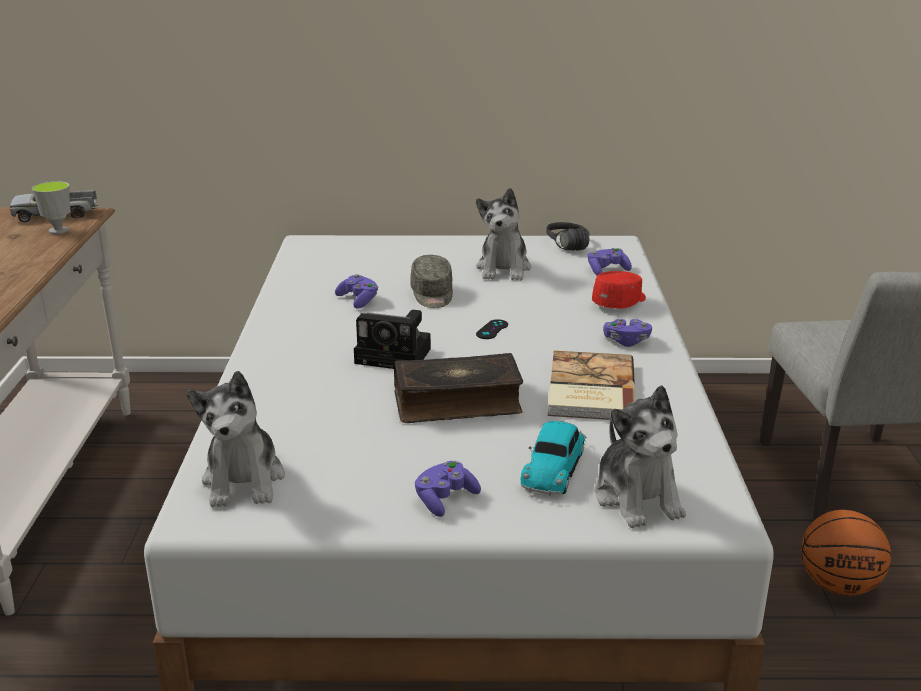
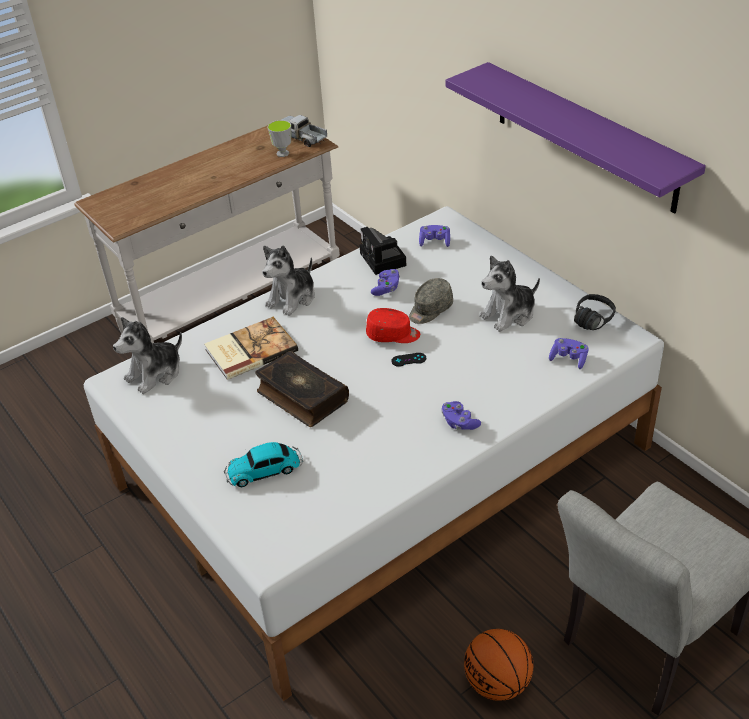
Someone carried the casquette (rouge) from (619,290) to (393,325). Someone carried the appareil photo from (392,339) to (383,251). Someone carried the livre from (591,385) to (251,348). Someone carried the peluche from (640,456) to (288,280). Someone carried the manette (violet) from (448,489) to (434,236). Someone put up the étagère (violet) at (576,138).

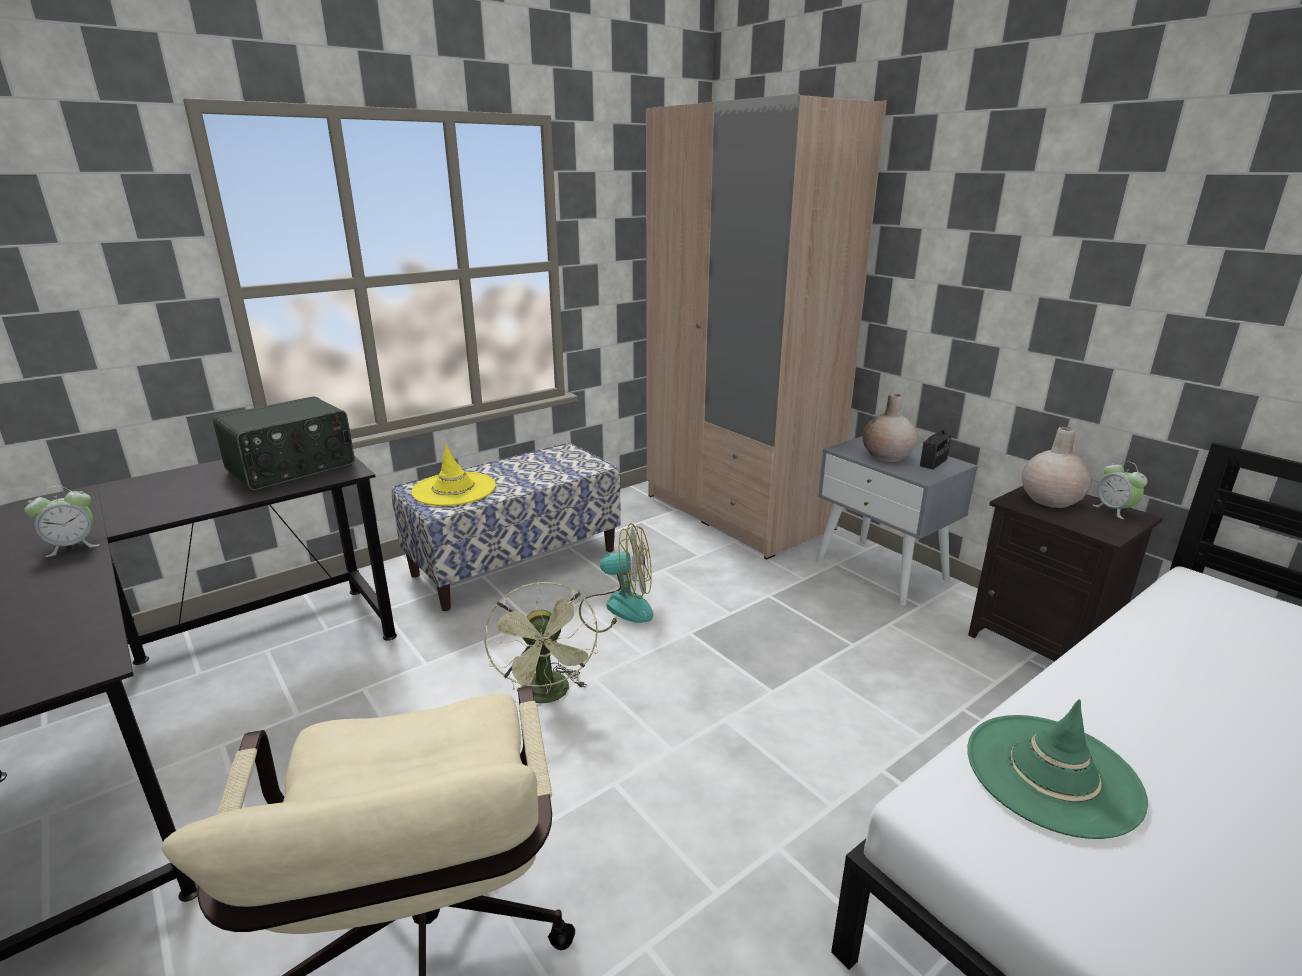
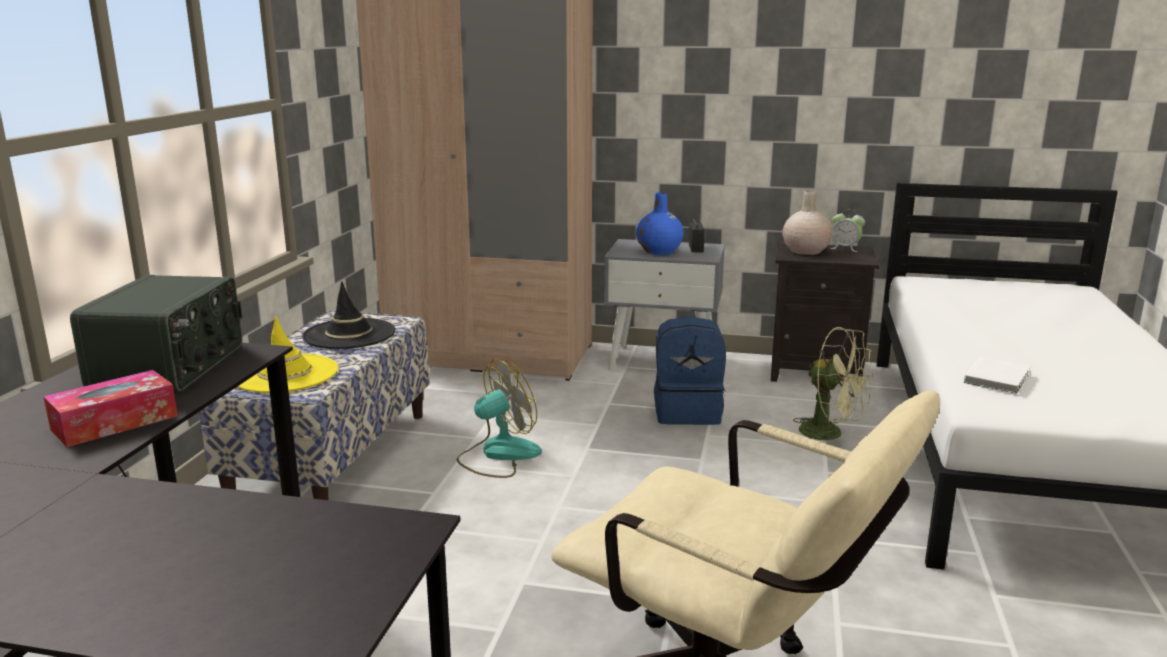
Someone repainted the vase (beige) at (889,427), which became the vase (bleu) at (660,223). Someone took away the réveil at (62,521). Someone carried the ventilateur (vert) from (541,642) to (833,383). Someone swapped the chapeau (vert) at (1057,769) for the livre (blanc) at (997,375). Someone put down the chapeau (noir) at (348,315). Someone put down the sac à dos (bleu) at (690,370). Someone put down the boîte à mouchoirs at (110,408).

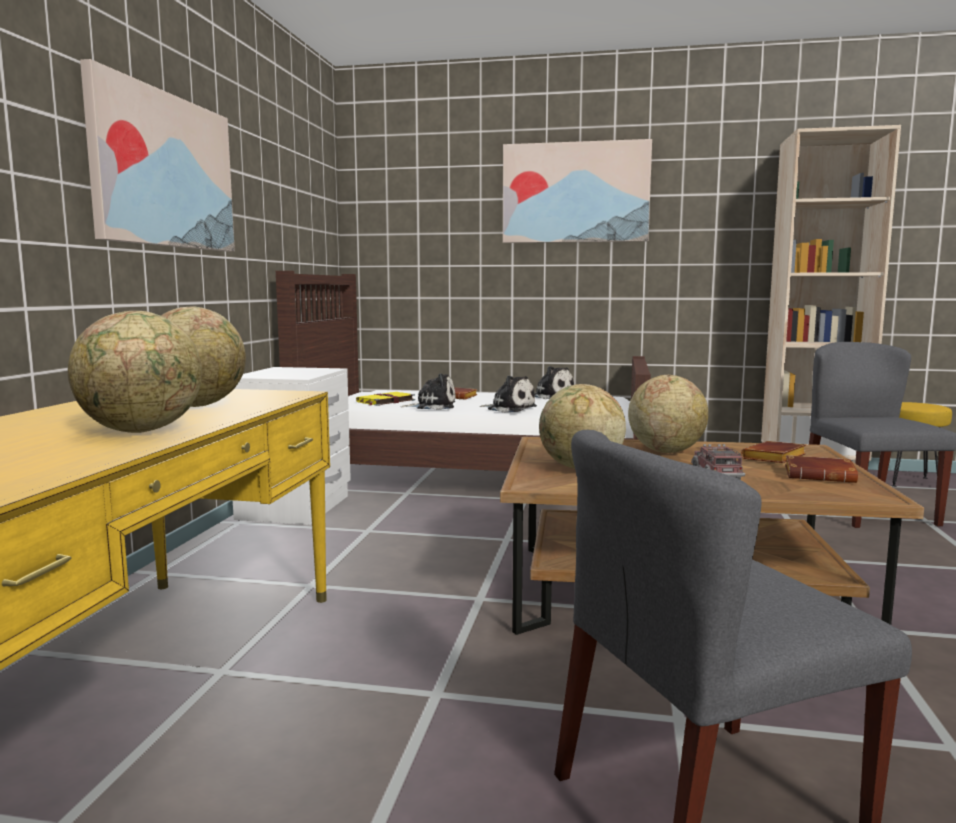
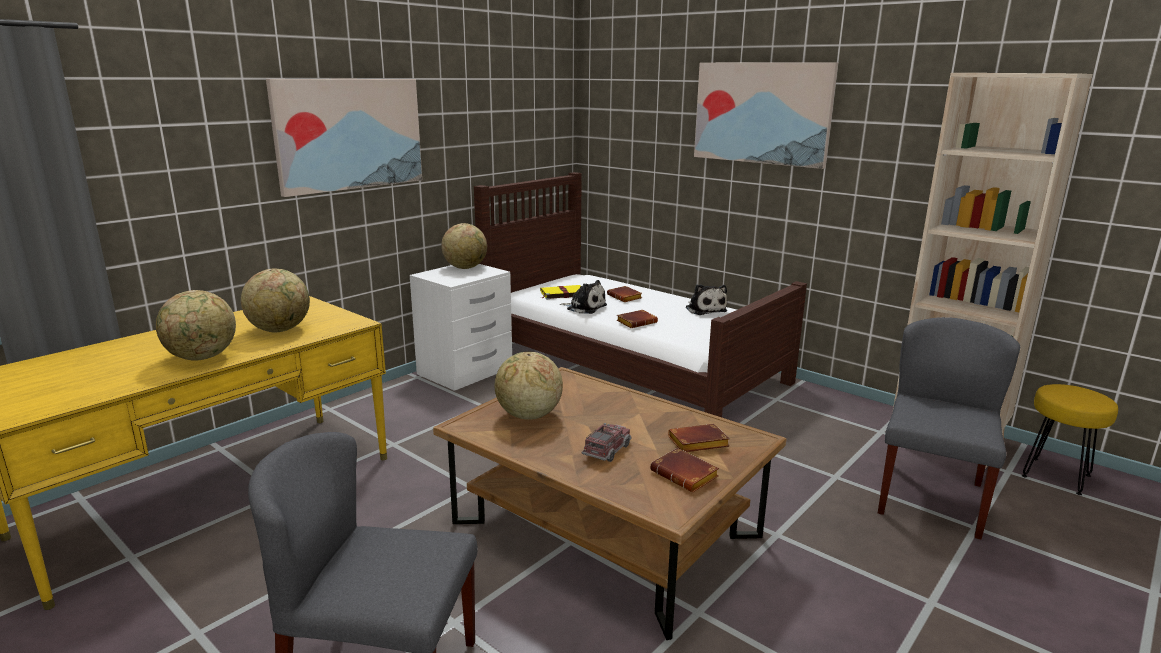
Someone swapped the peluche at (508,393) for the livre (marron) at (637,319). Someone carried the globe from (668,414) to (464,246).

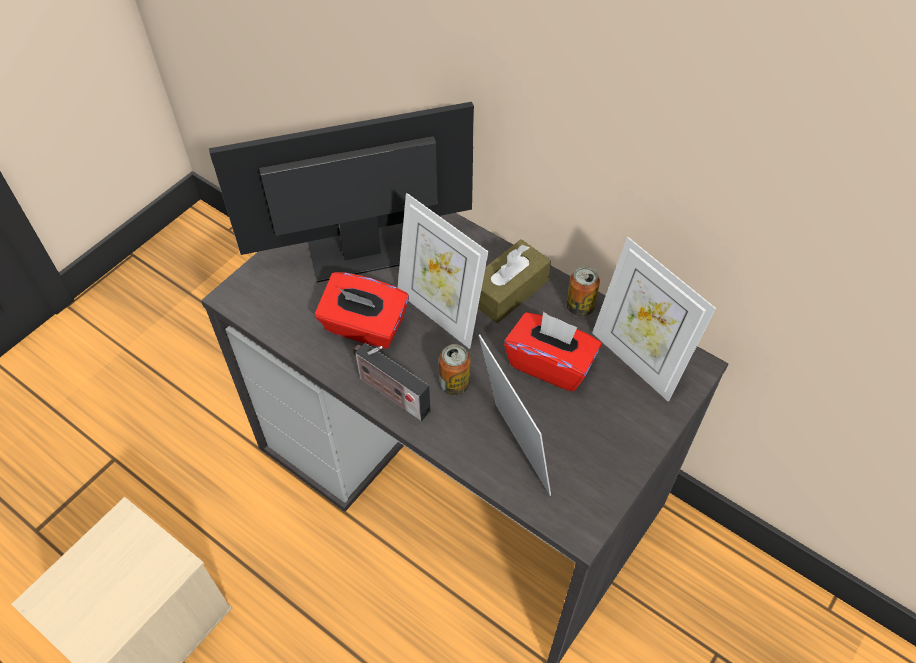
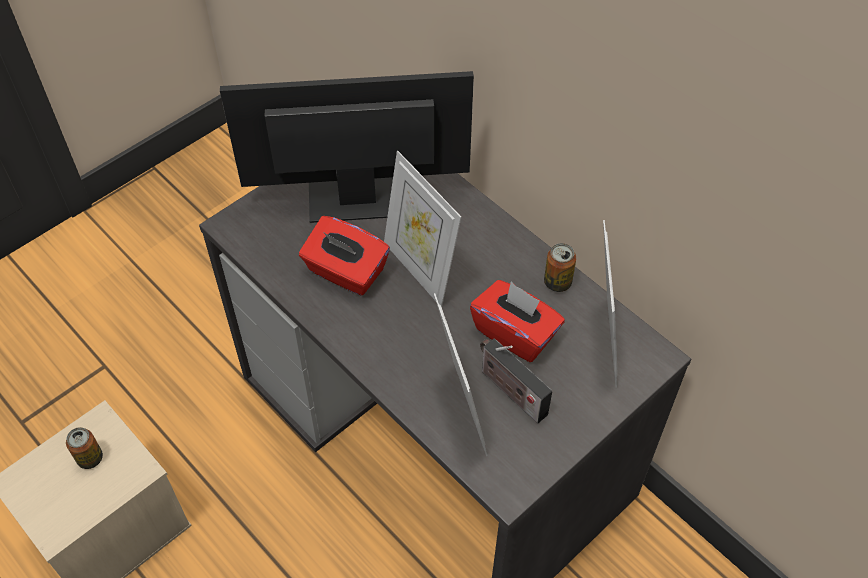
Someone rotated the cadre photo at (654,319) by 150 degrees counterclockwise. Someone took away the boîte à mouchoirs (marron) at (514,281). Someone carried the radio from (391,382) to (516,381). Someone carried the boîte métallique from (455,369) to (84,448).

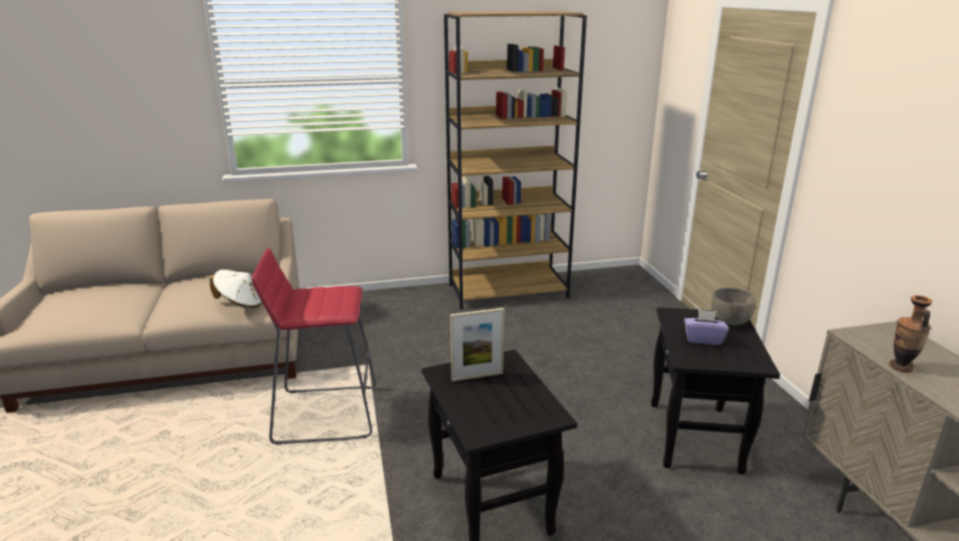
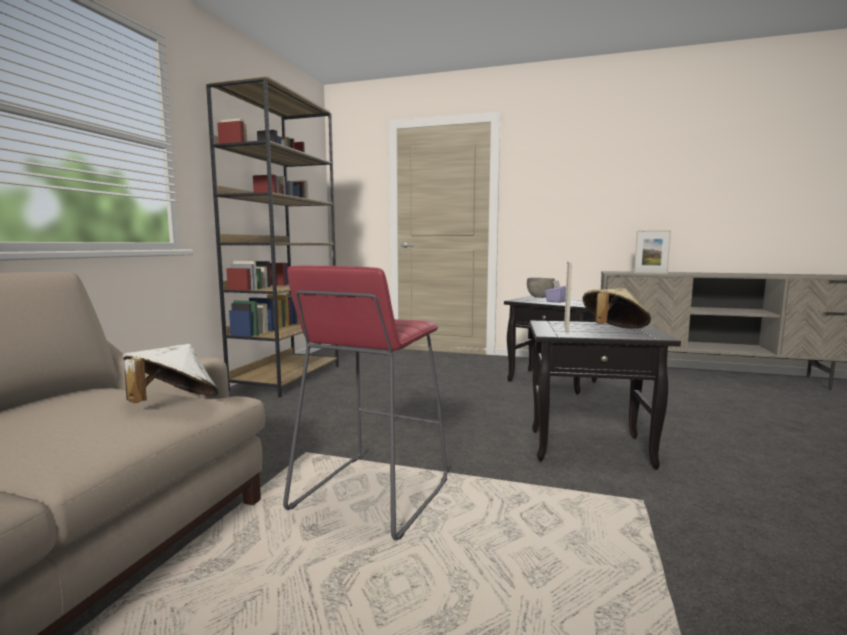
Someone swapped the vase at (911,334) for the cadre photo at (652,252). Someone put down the chapeau (beige) at (616,308).

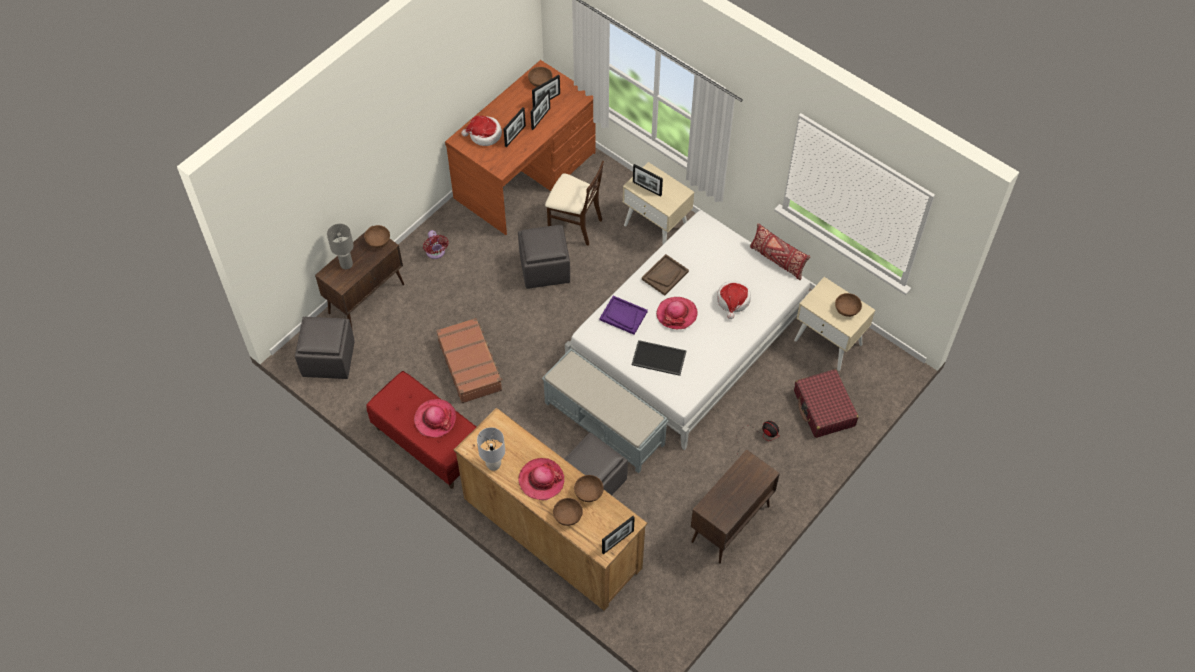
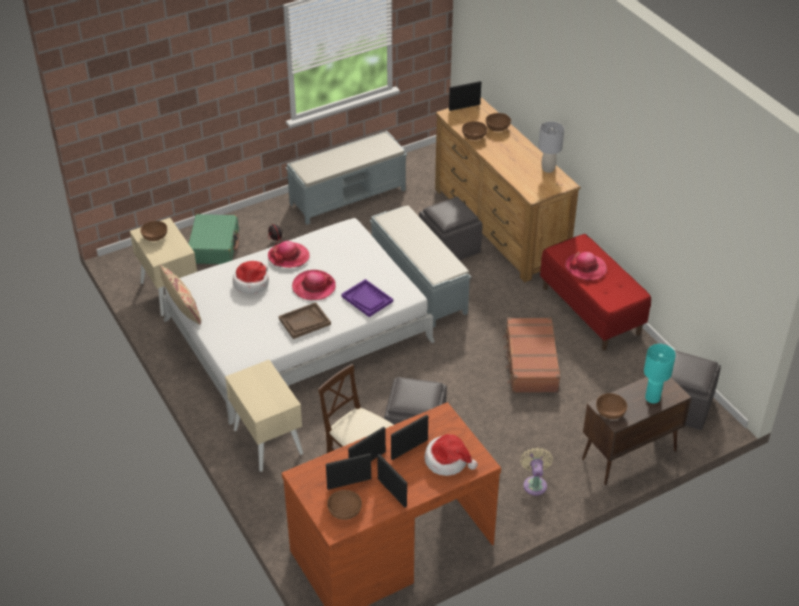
Someone carried the cadre photo from (648,180) to (392,481). Someone repainted the coussin (rouge) at (780,251), which became the coussin (beige) at (180,295). Someone repainted the lampe de table (gris) at (340,246), which became the lampe de table (turquoise) at (660,373). Someone repainted the ventilateur (rouge) at (436,244), which became the ventilateur (beige) at (536,471). Someone took away the plateau at (659,358). Someone repainted the valise (rouge) at (826,403), which became the valise (vert) at (214,239). Someone swapped the meuble de rangement (marron) at (735,507) for the banc (gris) at (346,178). Someone carried the chapeau from (541,479) to (289,254).

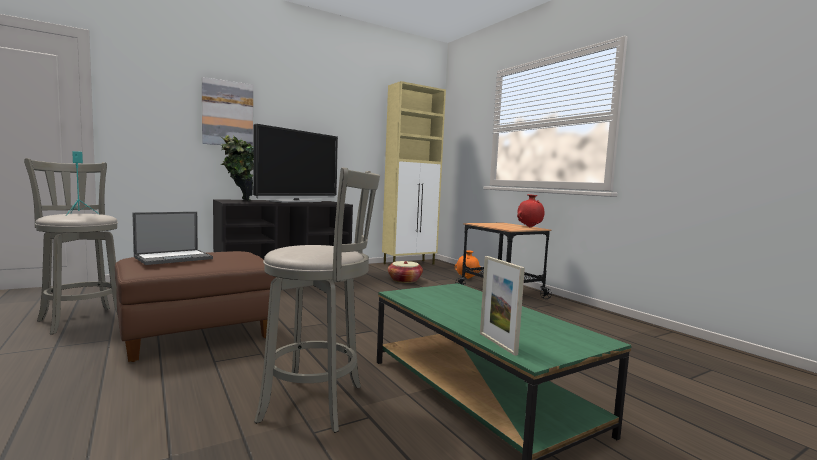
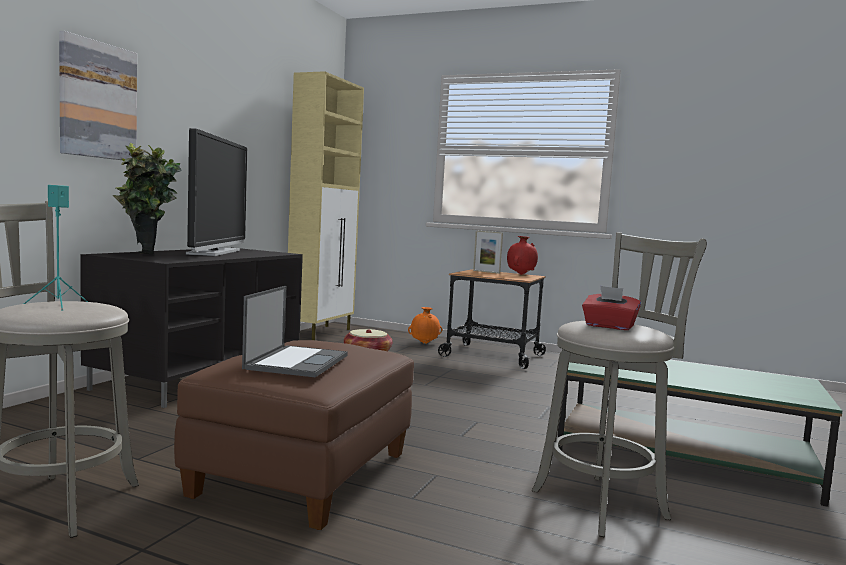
Someone carried the cadre photo from (502,306) to (488,252). Someone put down the boîte à mouchoirs (rouge) at (611,308).

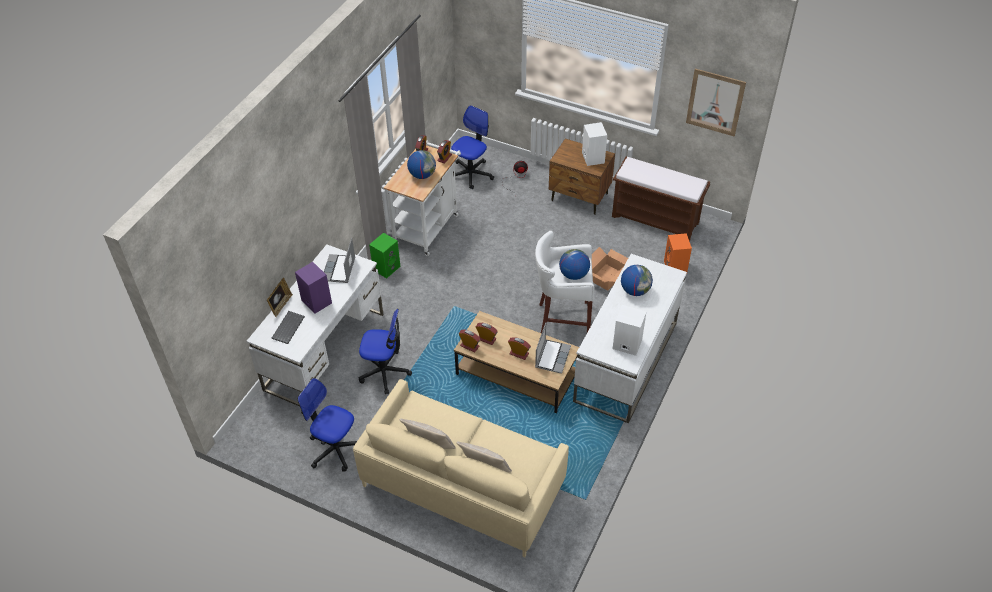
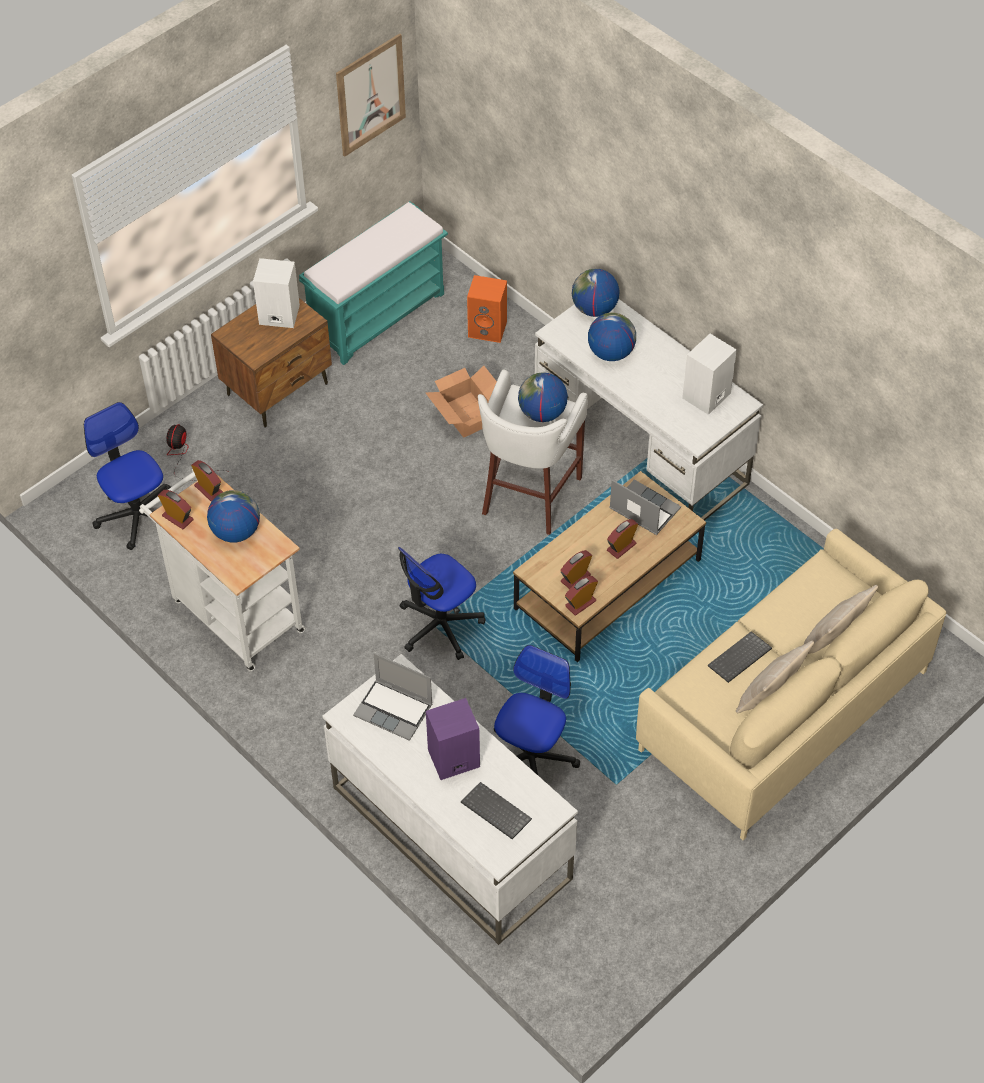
Someone repainted the banc (marron) at (661,199), which became the banc (turquoise) at (373,283). Someone took away the enceinte (vert) at (384,255). Someone took away the cadre photo at (280,297). Someone carried the chaise de bureau from (327,425) to (441,603). Someone put down the globe at (596,293). Someone put down the clavier at (740,657).

